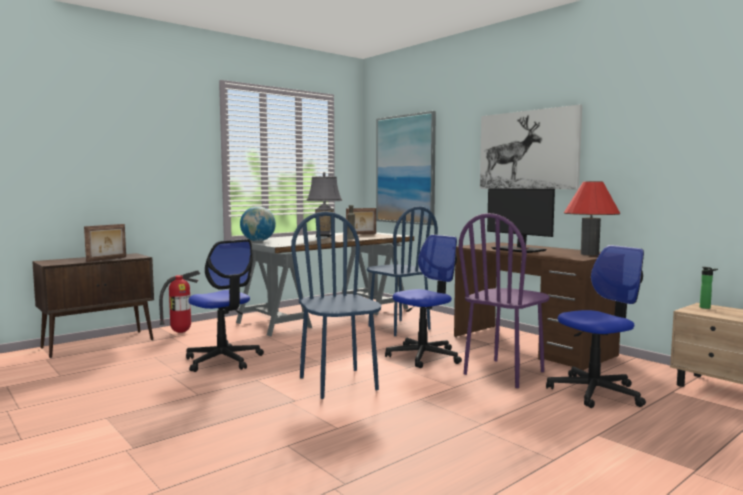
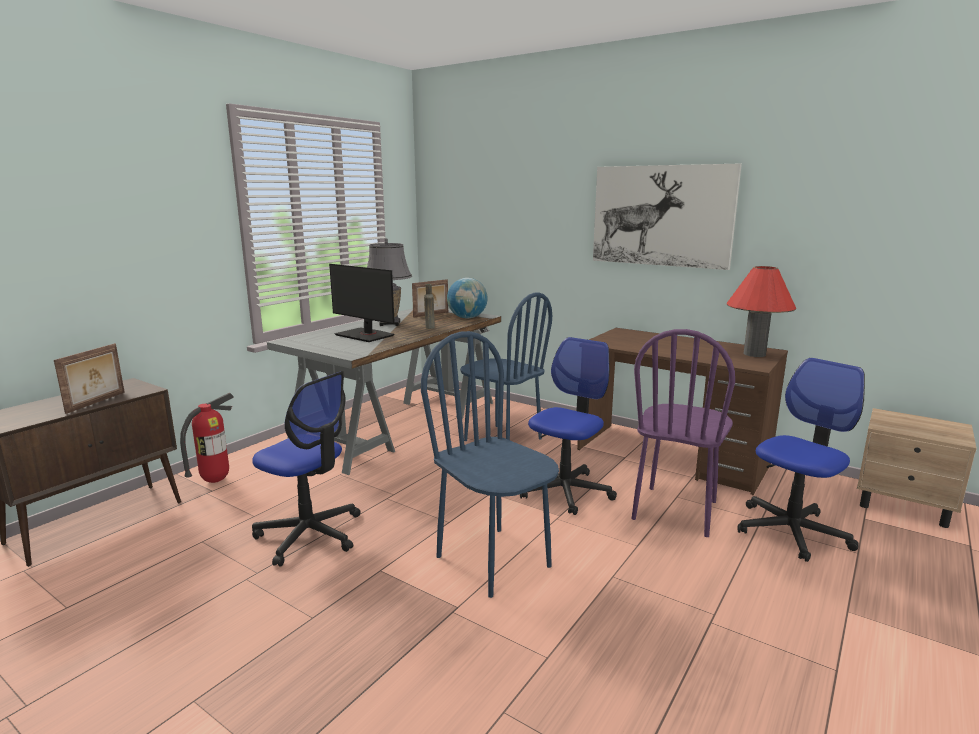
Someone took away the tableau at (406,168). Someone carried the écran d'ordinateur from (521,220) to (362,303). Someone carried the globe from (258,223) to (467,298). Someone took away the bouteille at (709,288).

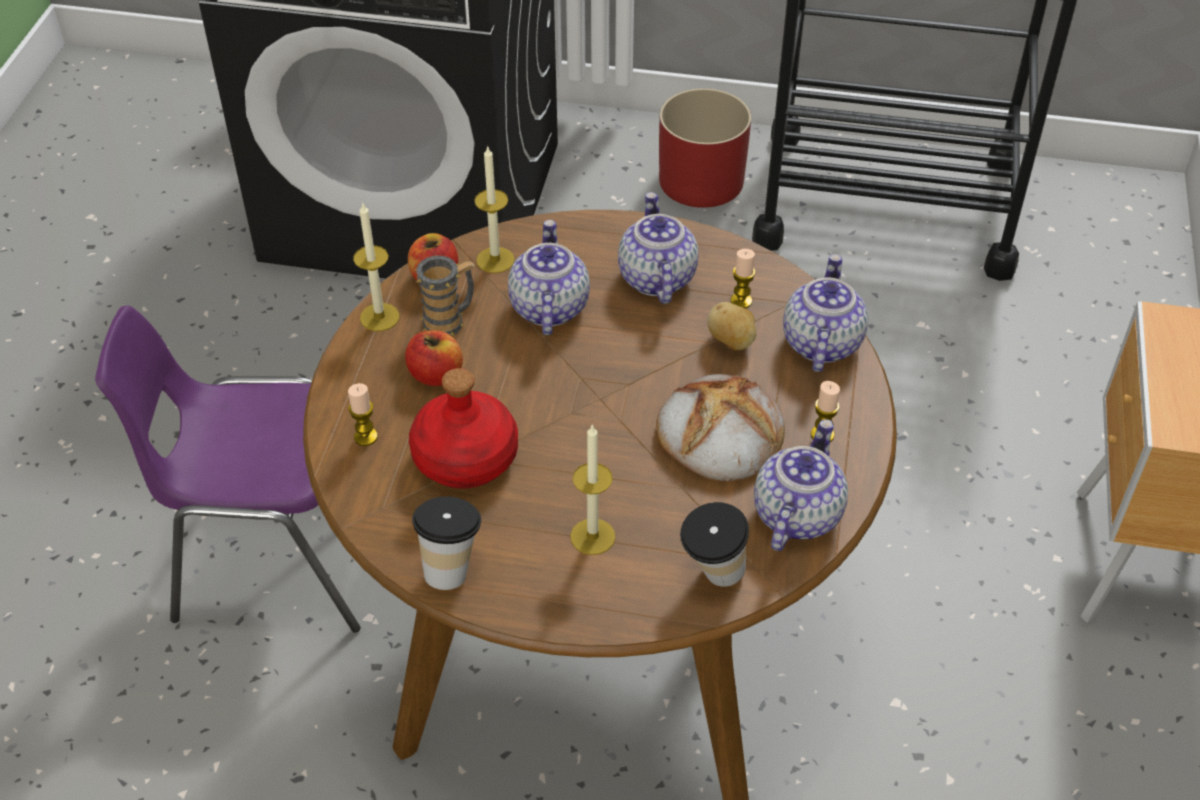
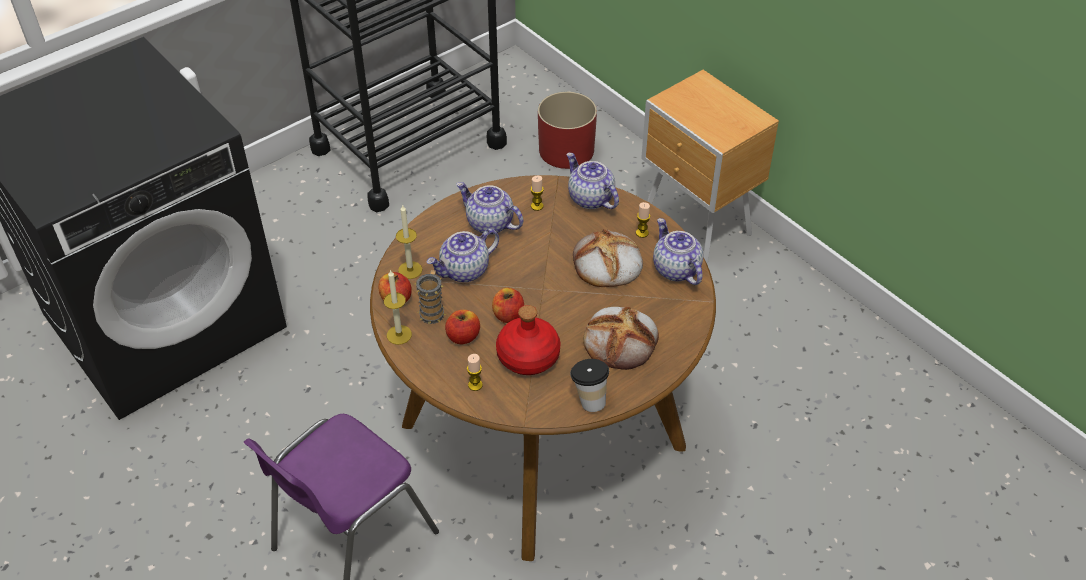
Someone carried the cache-pot (rouge) from (705,148) to (567,130). Someone rotated the théière at (549,277) by 75 degrees counterclockwise. Someone took away the pomme de terre at (731,326). Someone swapped the bougie at (593,489) for the pain at (621,338). Someone took away the tasse at (714,544). Someone put down the pomme at (508,305).

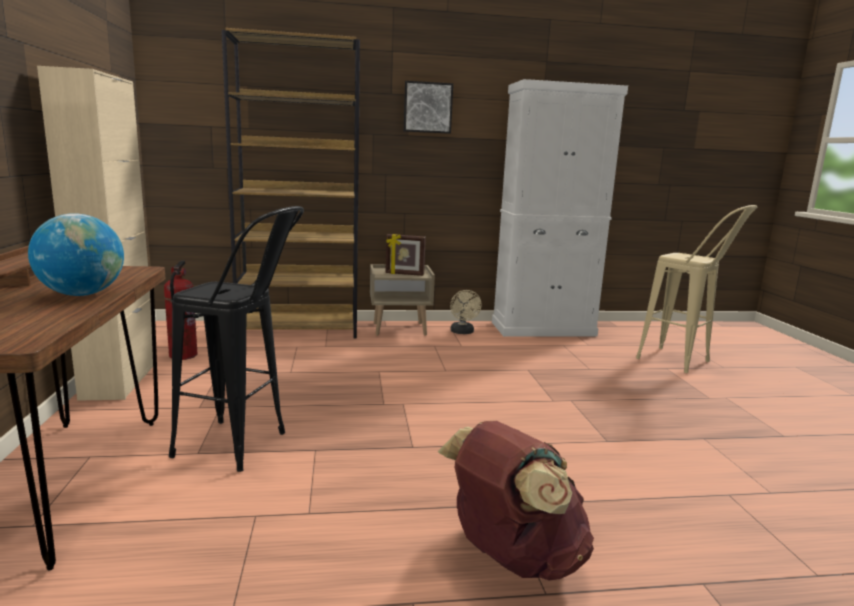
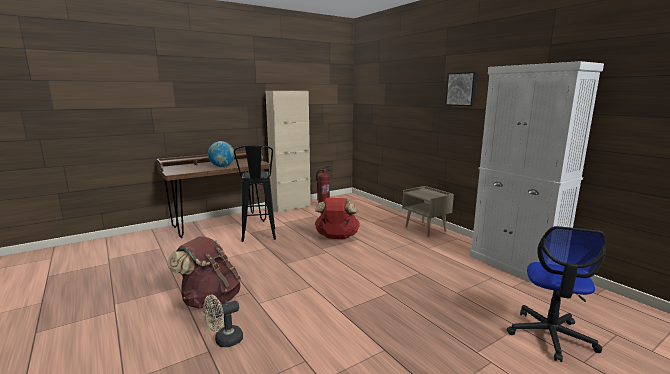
Someone took away the bibliothèque (marron) at (291,183). Someone swapped the tabouret (beige) at (696,289) for the chaise de bureau at (556,294). Someone took away the cadre photo at (405,255). Someone carried the ventilateur (beige) from (466,312) to (223,321). Someone put down the sac à dos (rouge) at (337,218).

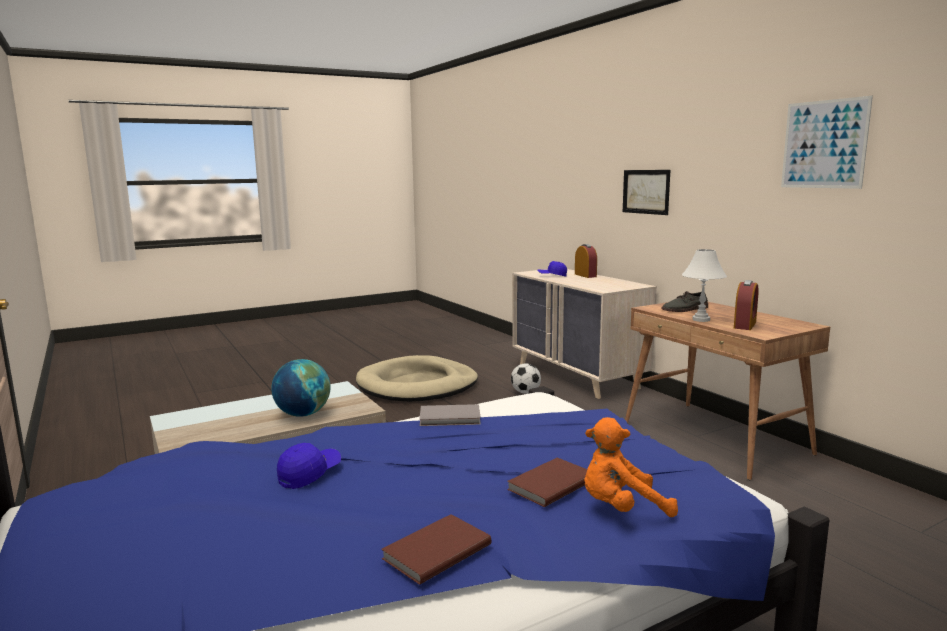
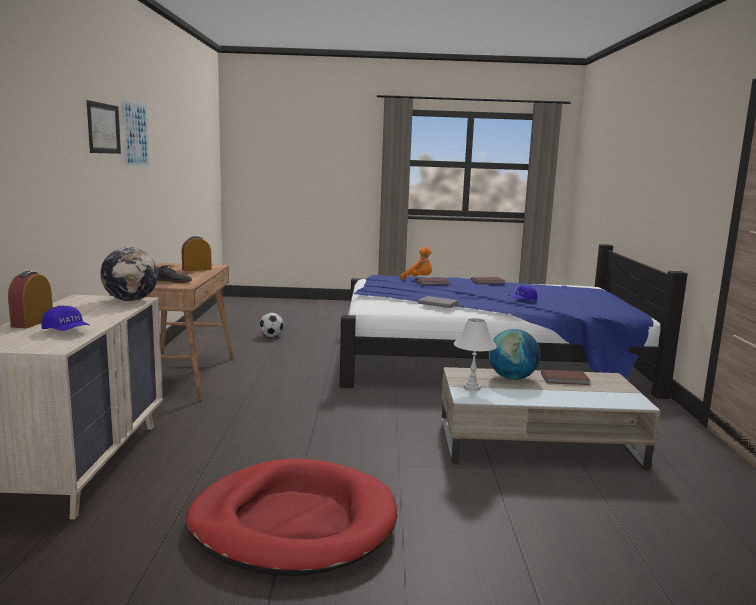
Someone carried the tableau from (646,192) to (104,127). Someone carried the lampe de table (blanc) from (704,285) to (475,354). Someone repainted the panier pour chien (beige) at (417,378), which became the panier pour chien (rouge) at (291,517). Someone carried the ballon de foot from (526,378) to (271,325). Someone put down the globe at (129,274). Someone put down the livre (marron) at (566,377).

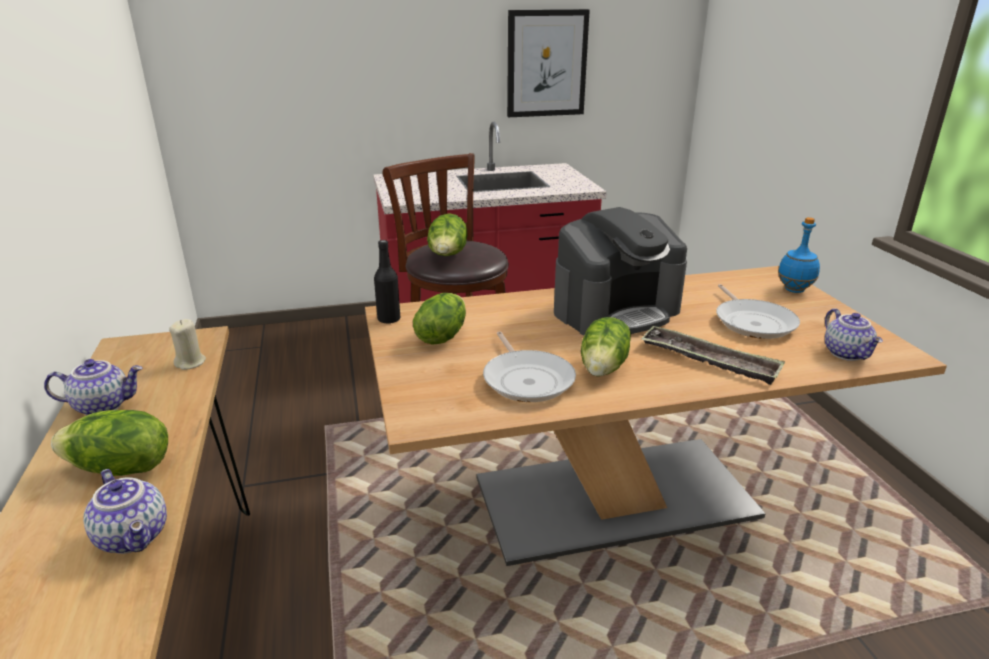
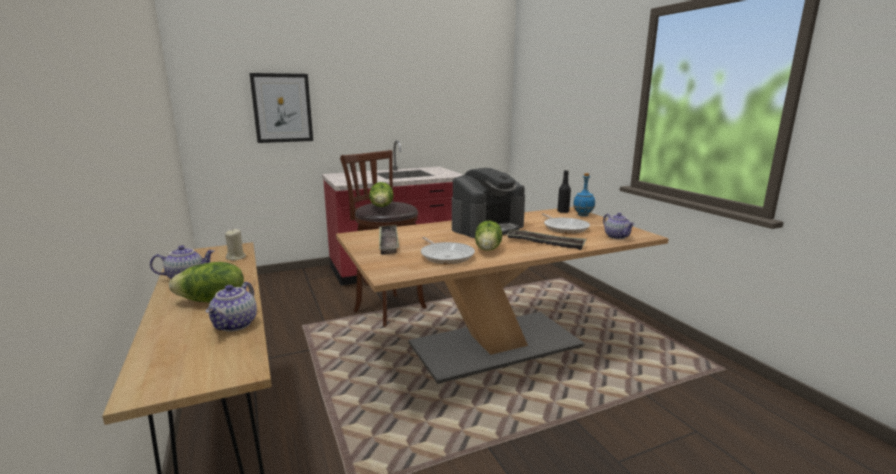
Someone carried the tableau from (548,63) to (281,108). Someone carried the bouteille (noir) from (387,281) to (564,191). Someone swapped the laitue at (439,319) for the plateau at (389,240). Someone rotated the théière at (125,511) by 60 degrees clockwise.

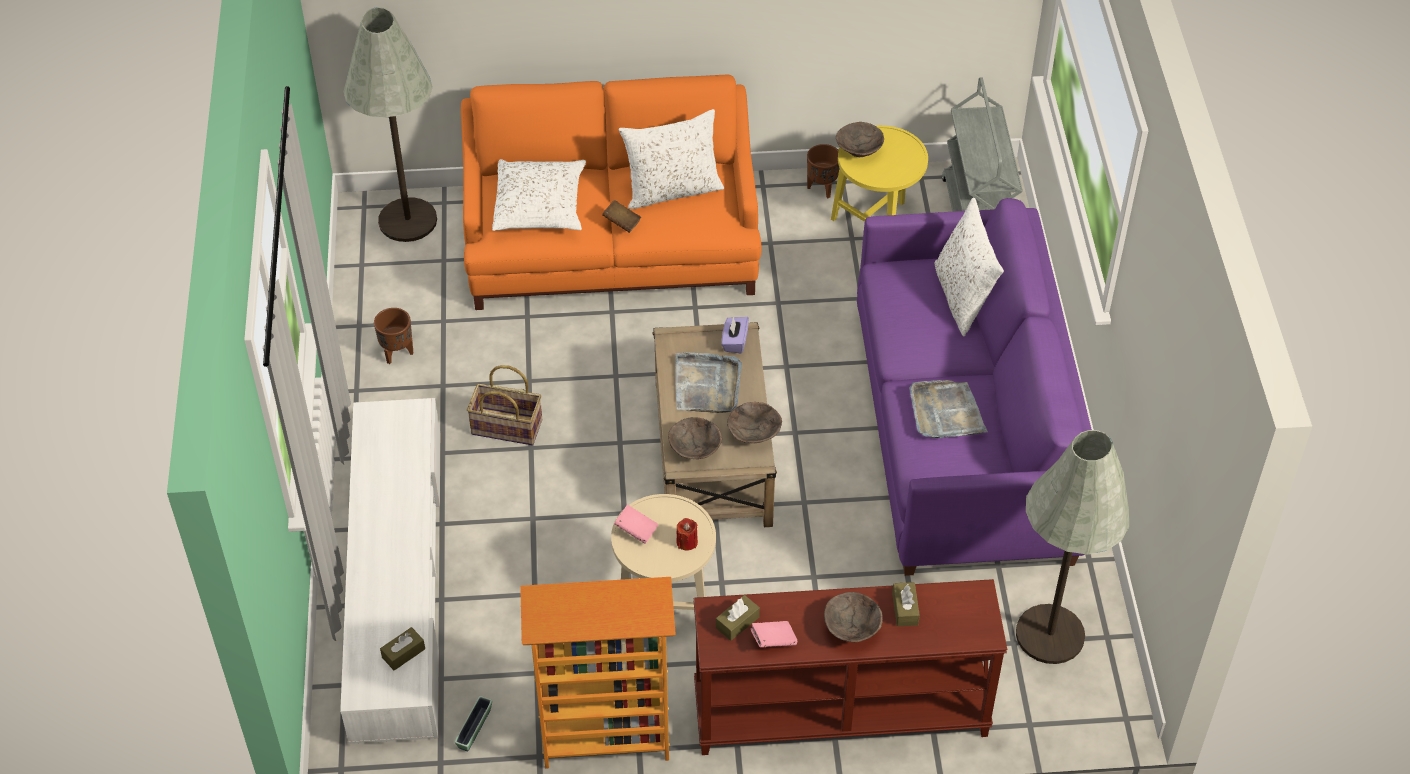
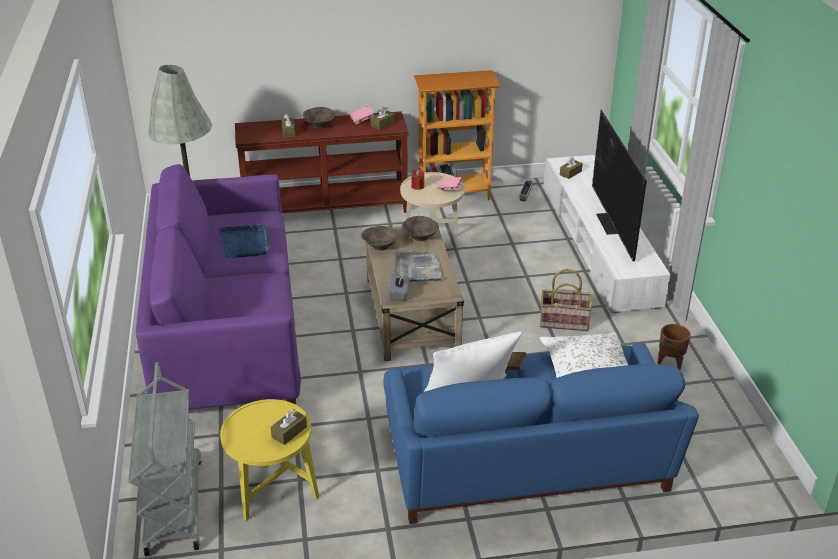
Someone took away the lampadaire (gris) at (390,124). Someone repainted the canapé (orange) at (611,192), which became the canapé (bleu) at (541,433). Someone swapped the bol (marron) at (860,139) for the boîte à mouchoirs (marron) at (289,427). Someone took away the cache-pot (marron) at (823,171). Someone took away the coussin (blanc) at (969,267). Someone repainted the boîte à mouchoirs (violet) at (735,335), which became the boîte à mouchoirs (gris) at (399,287). Someone repainted the plateau (gris) at (948,409), which became the plateau (bleu) at (244,241). Someone put down the téléviseur at (619,185).

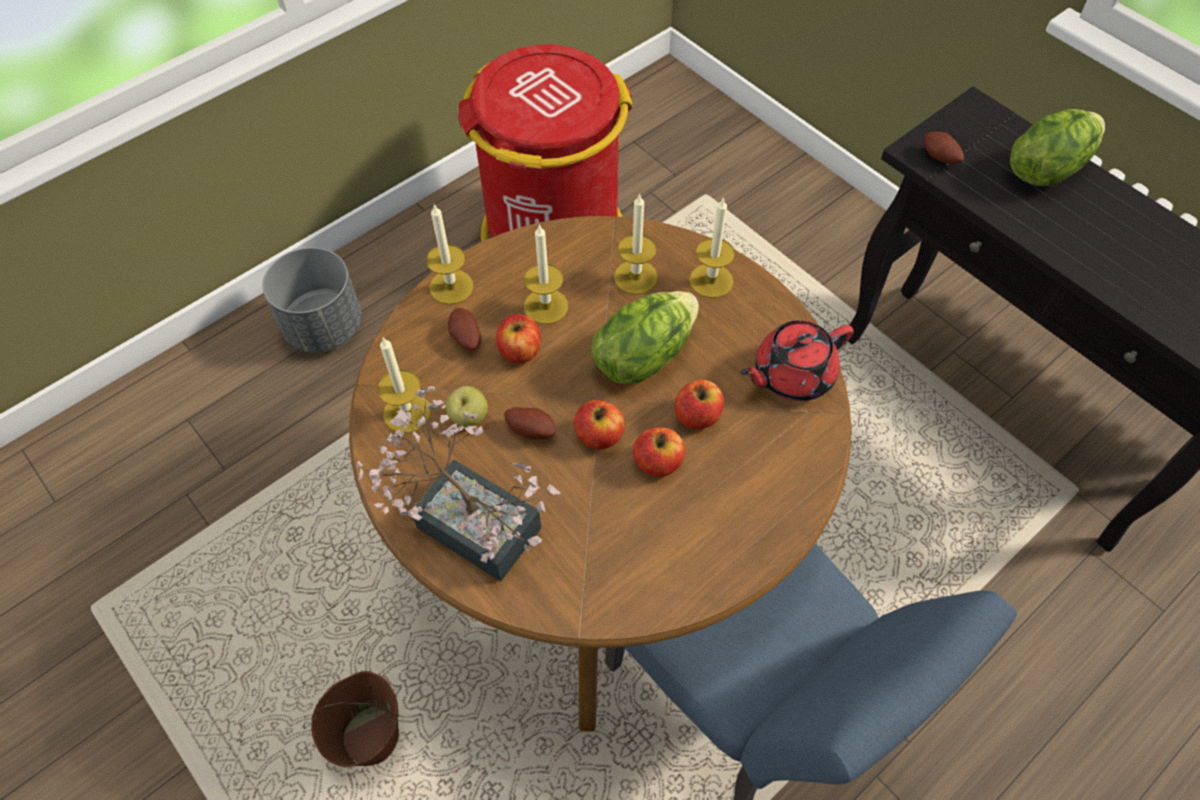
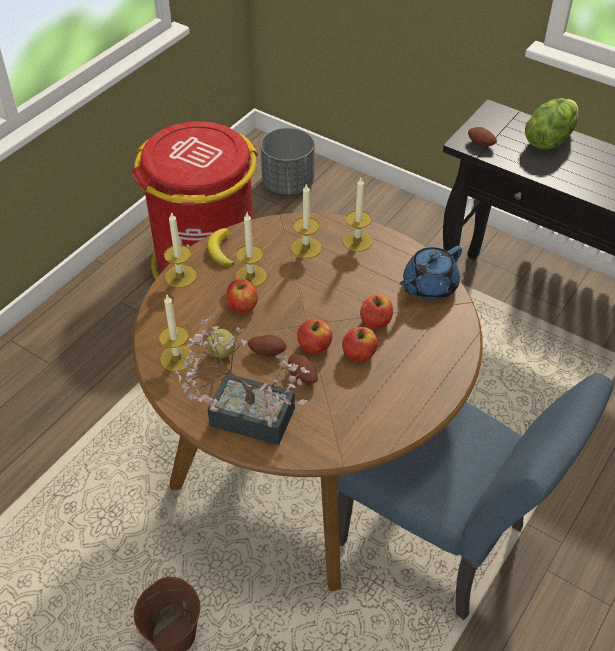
Someone carried the cache-pot (gris) from (312,299) to (287,161). Someone took away the laitue at (645,337). Someone carried the pomme de terre from (464,329) to (303,369). Someone repainted the théière (rouge) at (797,360), which became the théière (bleu) at (431,273). Someone put down the banane at (221,247).

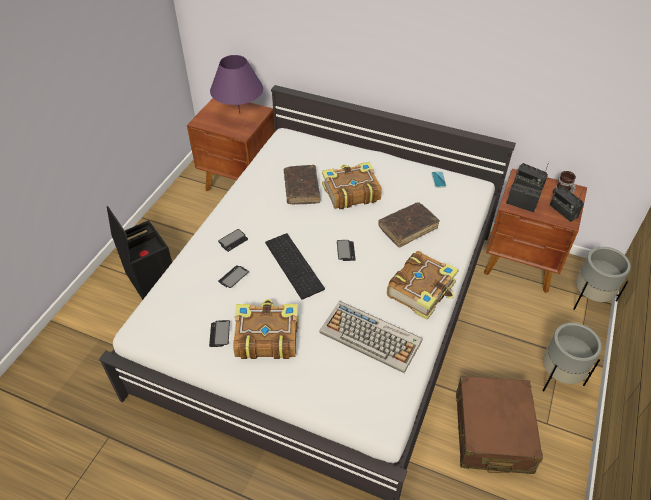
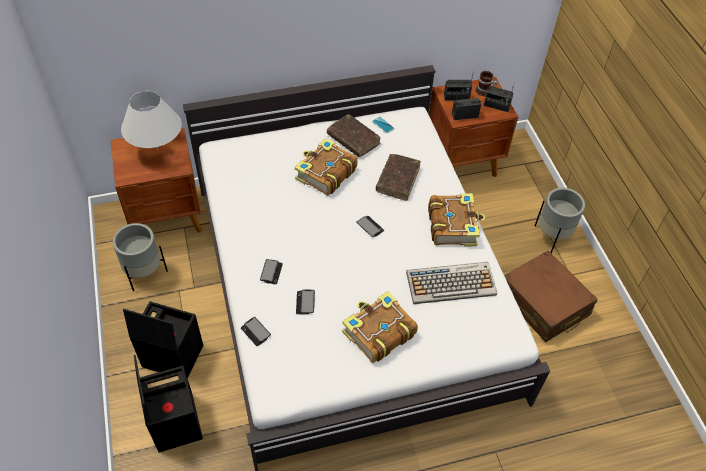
Someone repainted the lampe de table (violet) at (236,84), which became the lampe de table (blanc) at (151,120). Someone carried the livre (marron) from (302,184) to (353,135). Someone took away the clavier at (295,266). Someone carried the cache-pot (gris) from (602,278) to (140,257). Someone carried the téléphone from (219,333) to (256,331). Someone put down the boîte de rangement (noir) at (168,404).

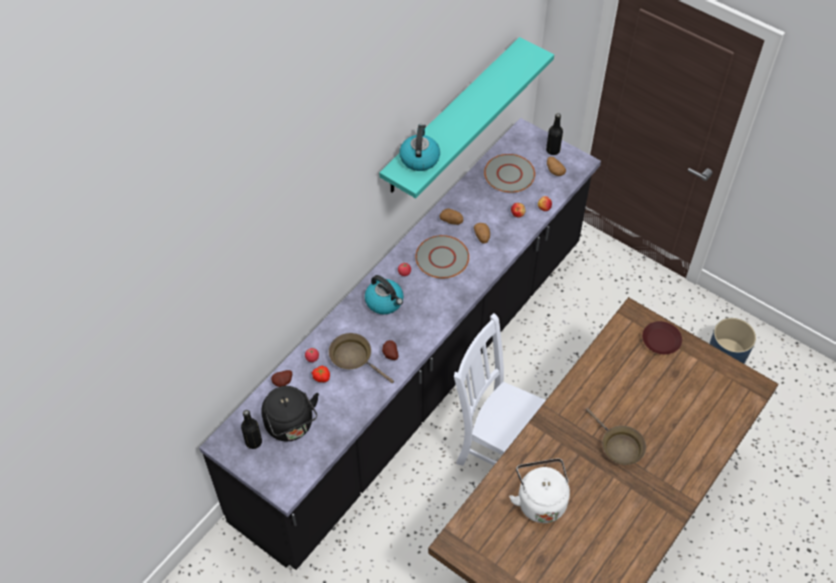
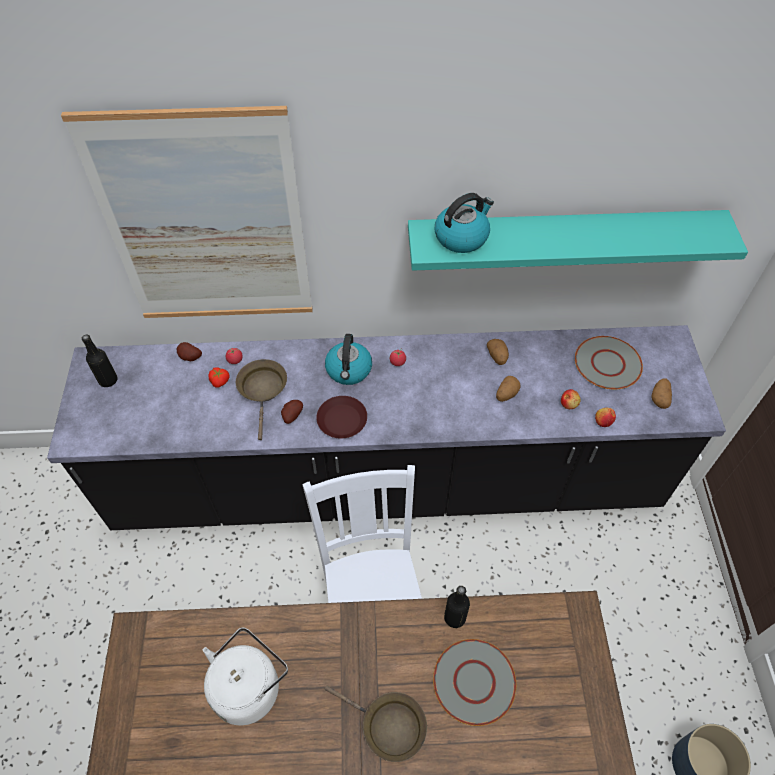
Someone carried the bouteille (noir) from (554,134) to (457,607). Someone carried the assiette (gris) from (442,256) to (474,682). Someone carried the assiette (marron) from (662,338) to (341,417). Someone took away the bouilloire (noir) at (290,414). Someone rotated the poêle (marron) at (616,436) by 75 degrees counterclockwise. Someone put up the tableau at (186,212).

